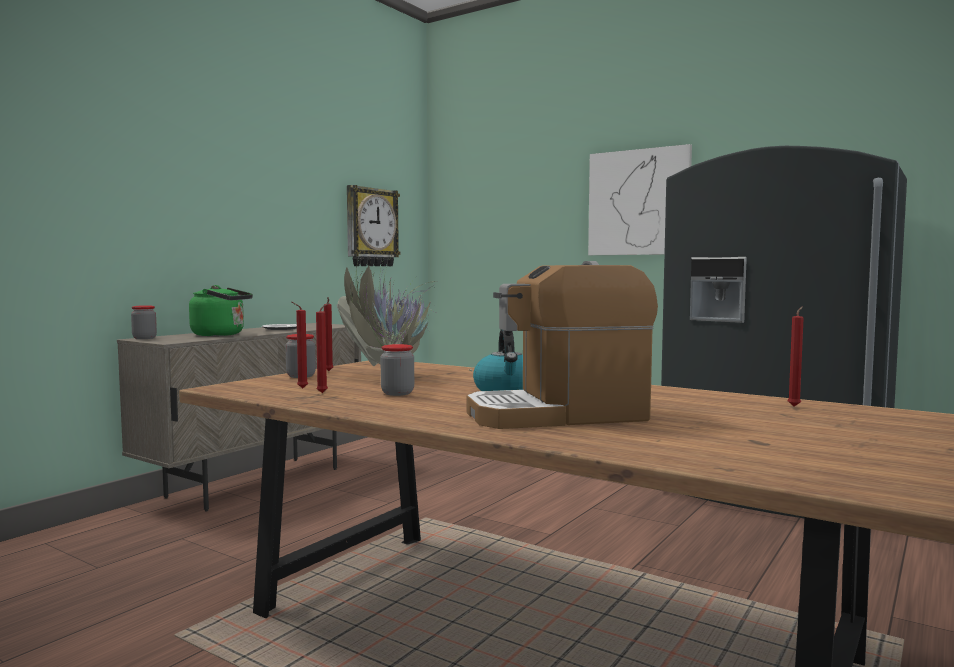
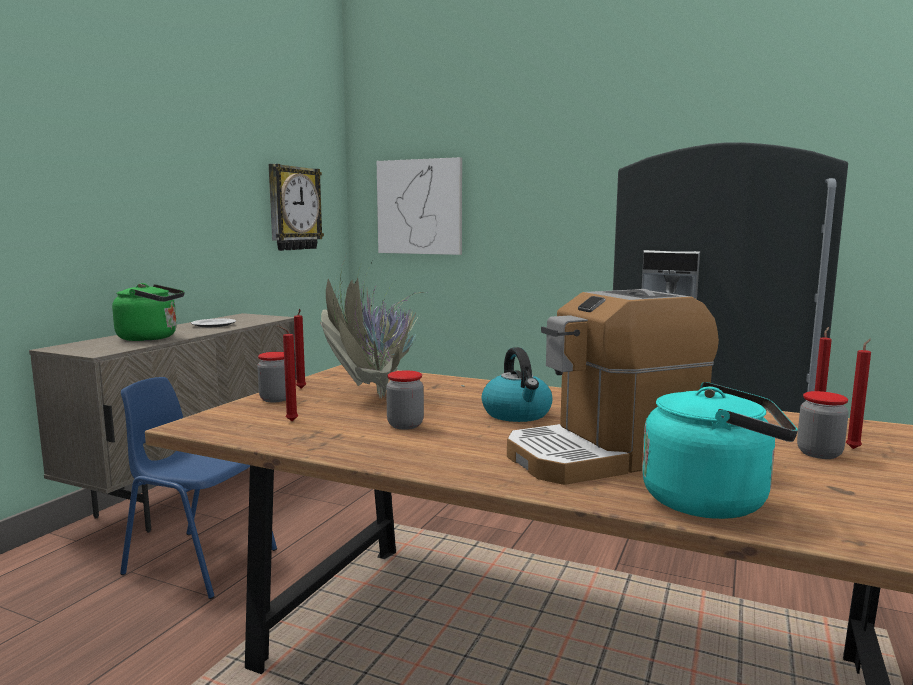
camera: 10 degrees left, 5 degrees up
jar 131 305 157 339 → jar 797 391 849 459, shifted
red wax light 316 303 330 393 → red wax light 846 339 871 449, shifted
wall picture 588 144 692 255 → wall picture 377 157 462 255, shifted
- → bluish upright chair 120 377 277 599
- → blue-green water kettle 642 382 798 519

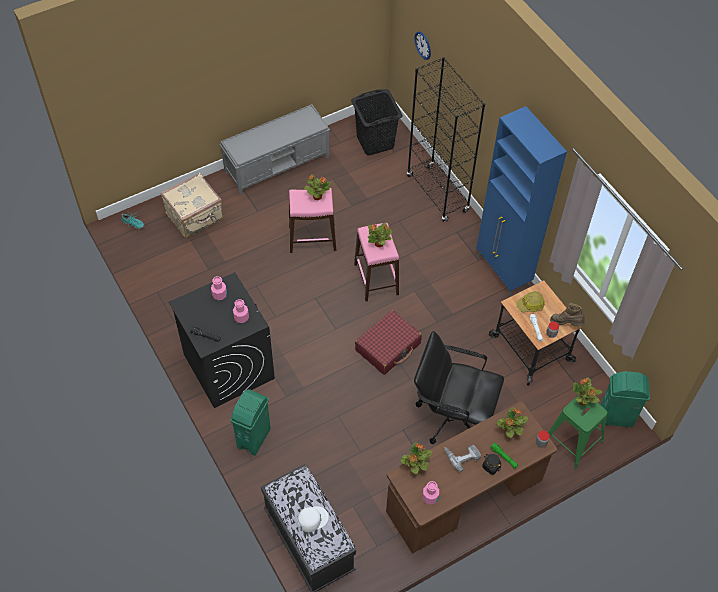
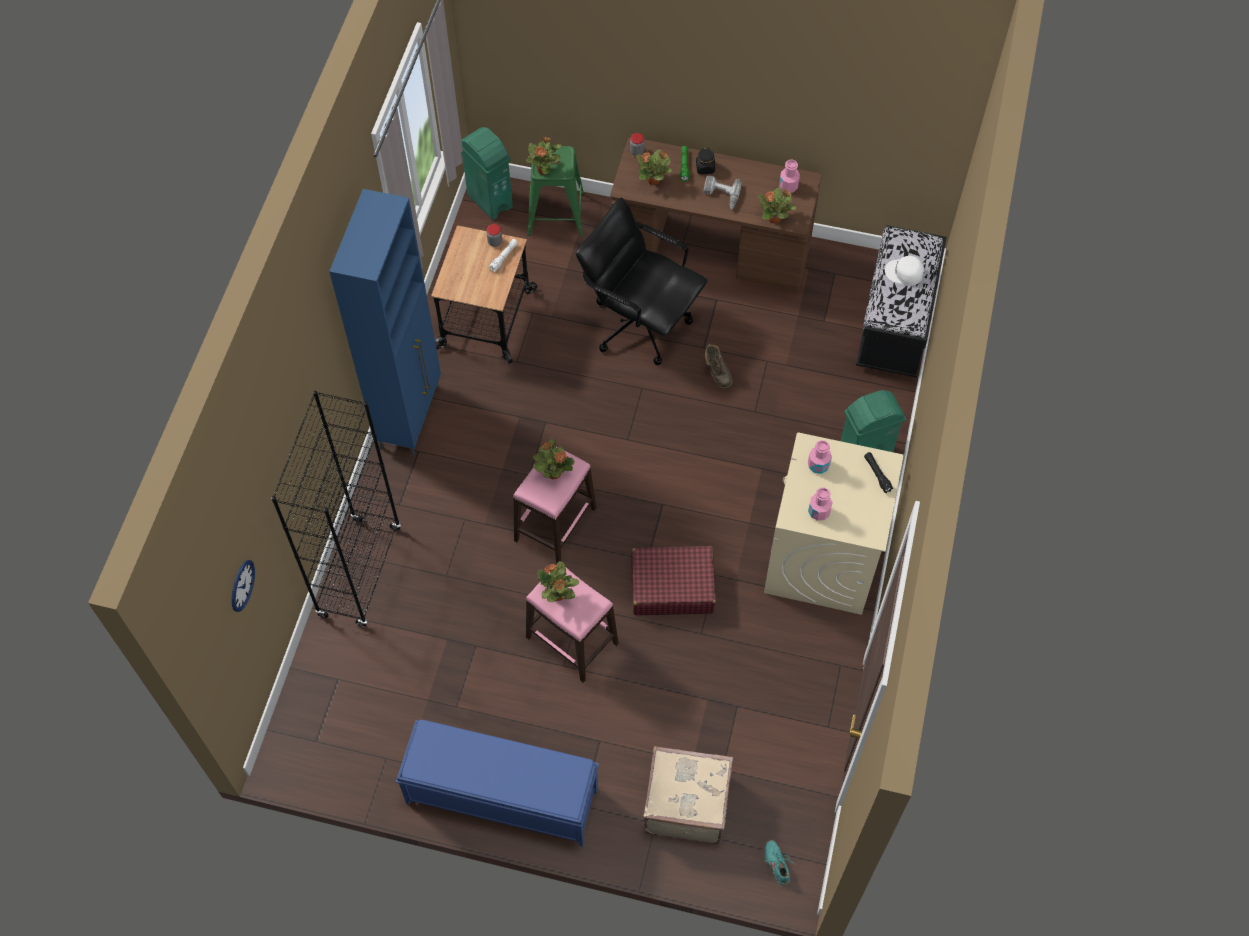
camera: 135 degrees left, 5 degrees up
black laundry appliance 169 272 275 408 → beige-coloured laundry appliance 764 432 904 615
grey bench 220 104 330 195 → bluish bench 396 720 599 847
black hamper 351 89 402 155 → -
red travel case 355 310 422 375 → red travel case 632 546 716 615, shifted
black computer chair 414 331 504 444 → black computer chair 576 198 707 365, 150 degrees clockwise
safety helmet 516 291 545 312 → -
brown-coloured high-top boot 550 303 585 327 → brown-coloured high-top boot 705 344 733 389, shifted

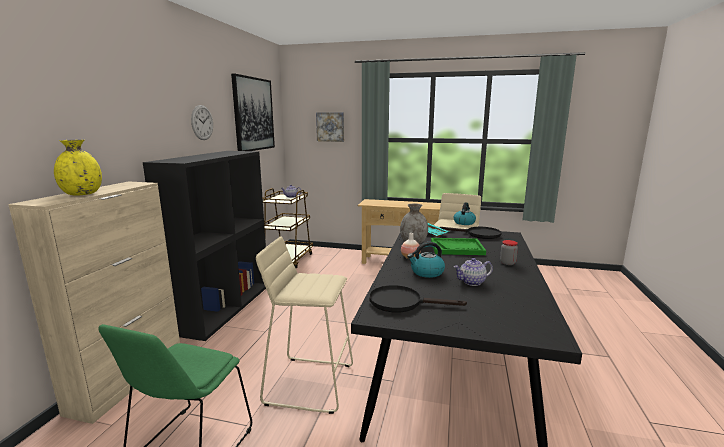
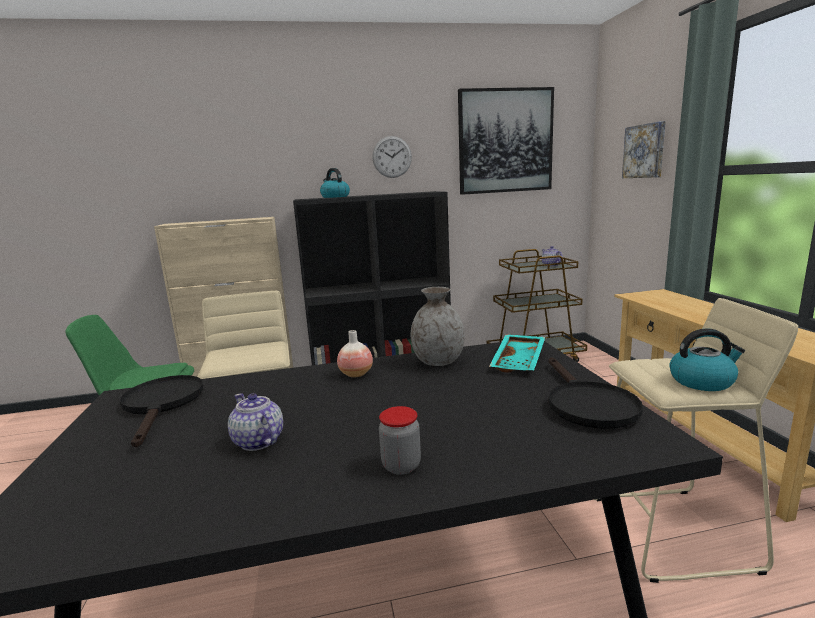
camera: 65 degrees right, 0 degrees up
yellowish flower vase 54 140 102 195 → -
water kettle 407 242 445 278 → water kettle 320 168 350 198, shifted
green-coloured tray 431 238 486 255 → -

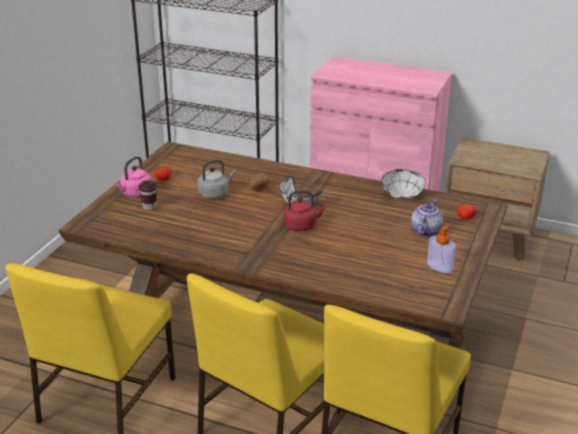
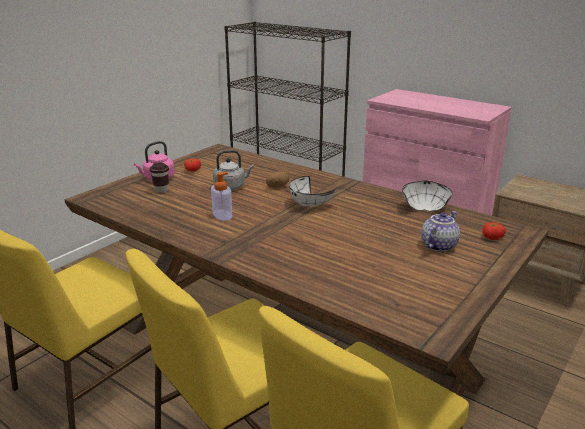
camera: 15 degrees right, 5 degrees down
red water kettle 284 190 327 231 → -
soap dispenser 427 225 456 273 → soap dispenser 211 172 232 221, shifted

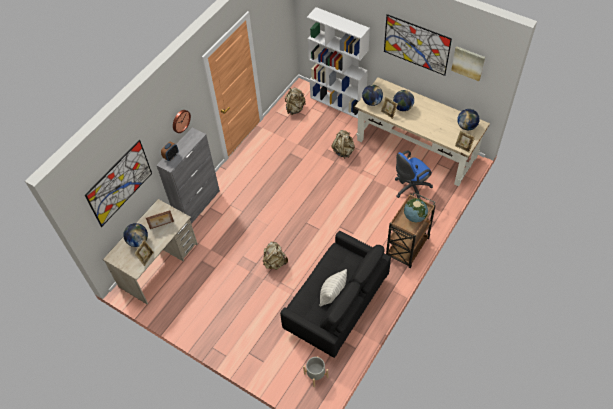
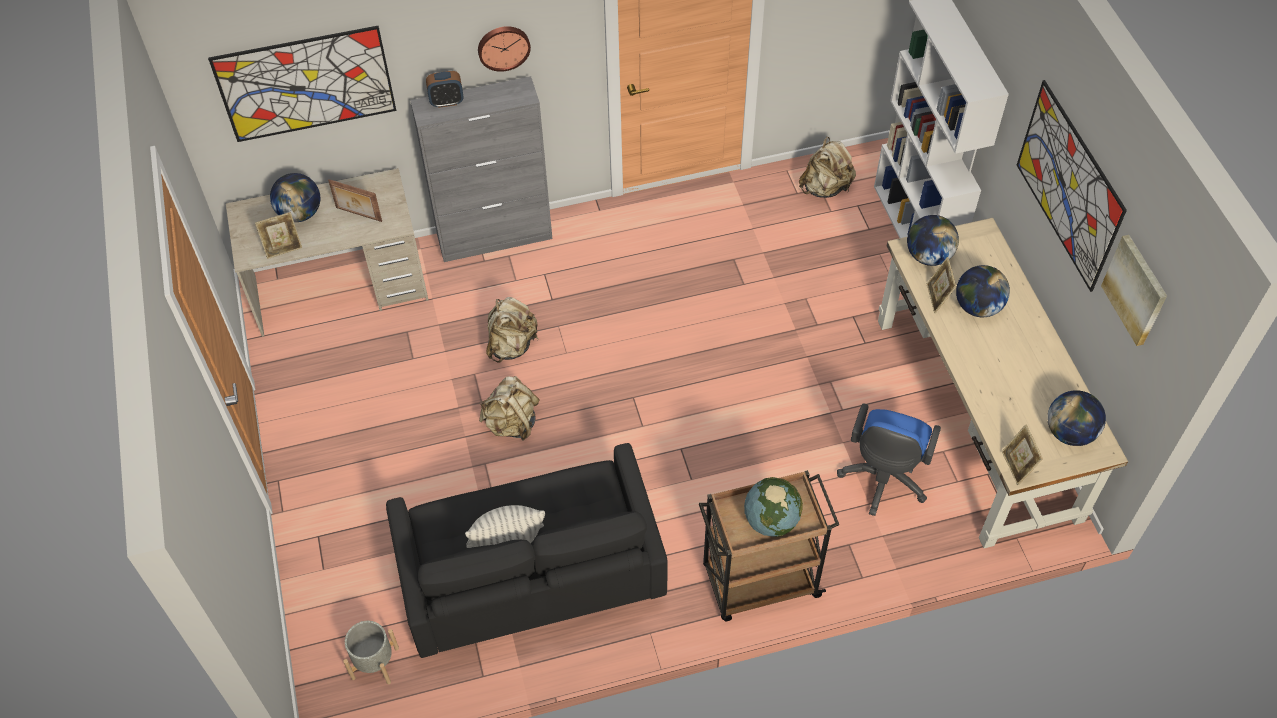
camera: 40 degrees right, 0 degrees up
beige-coloured knapsack 331 130 355 159 → beige-coloured knapsack 486 297 538 363, shifted
bluish computer chair 395 150 433 199 → bluish computer chair 837 403 941 516, 75 degrees counterclockwise

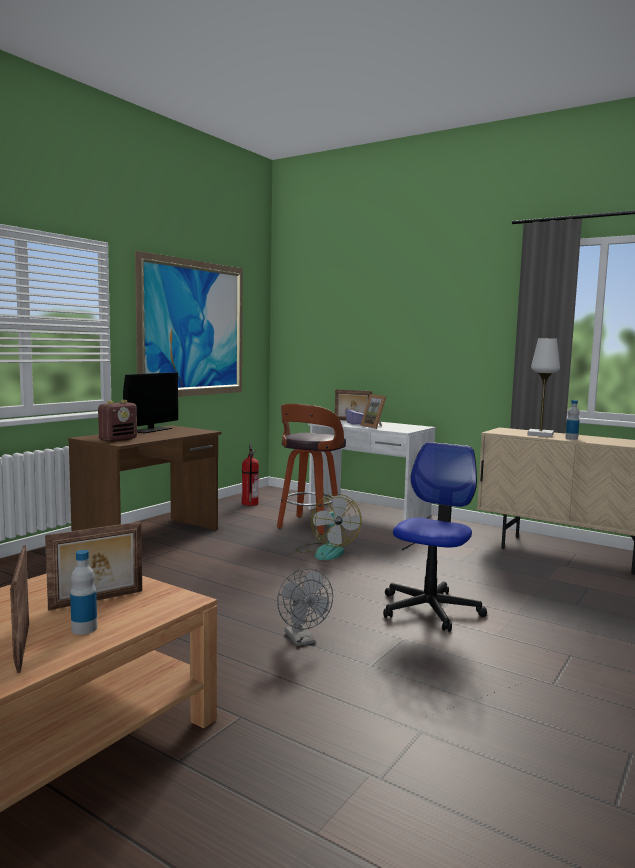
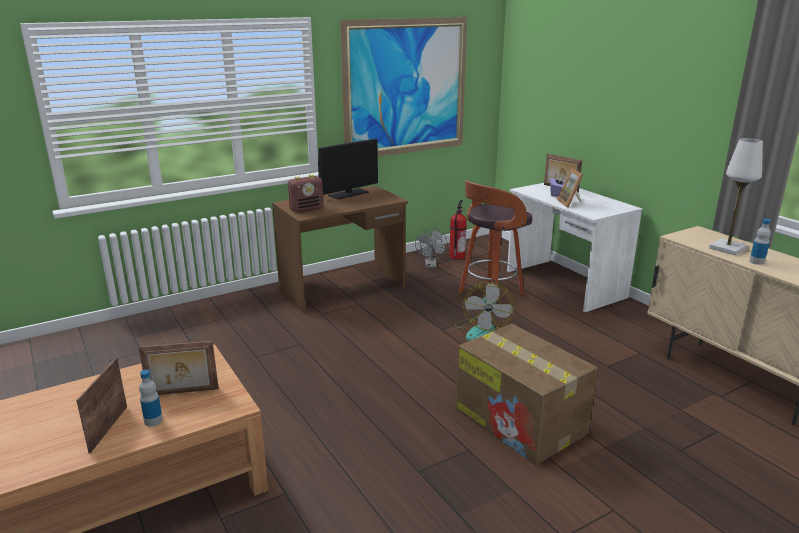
camera: 25 degrees right, 15 degrees up
grey fan 277 568 333 646 → grey fan 415 228 448 268, shifted
computer chair 383 442 487 632 → carton 456 324 598 465

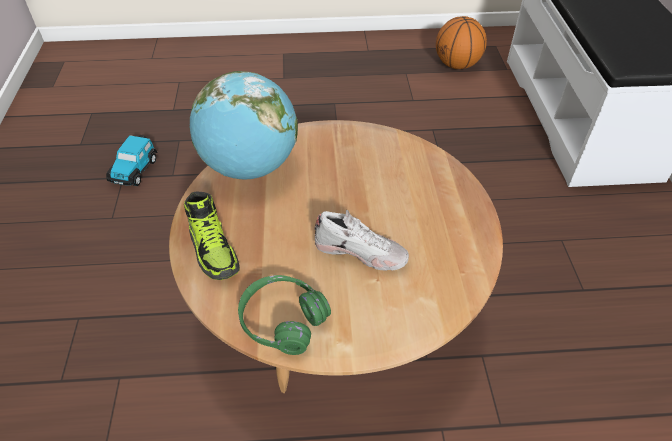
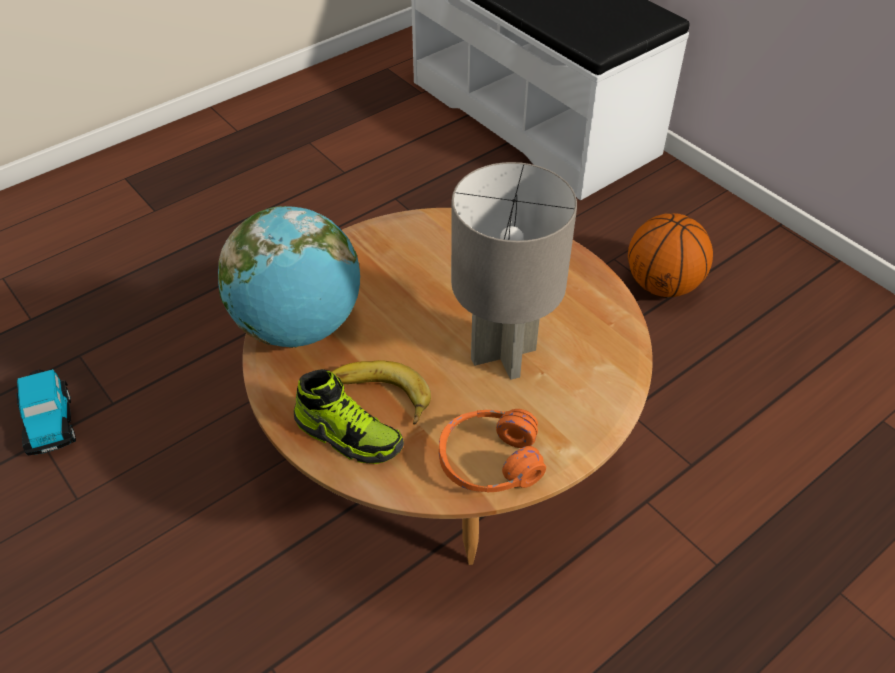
camera: 35 degrees left, 0 degrees up
green-coloured pair of headphones 238 275 331 355 → orange pair of headphones 439 409 546 493
white shoe 314 210 409 271 → grey tabletop lamp 451 162 577 380
basketball ball 436 16 487 69 → basketball ball 628 213 713 297, shifted
- → banana 332 360 431 425

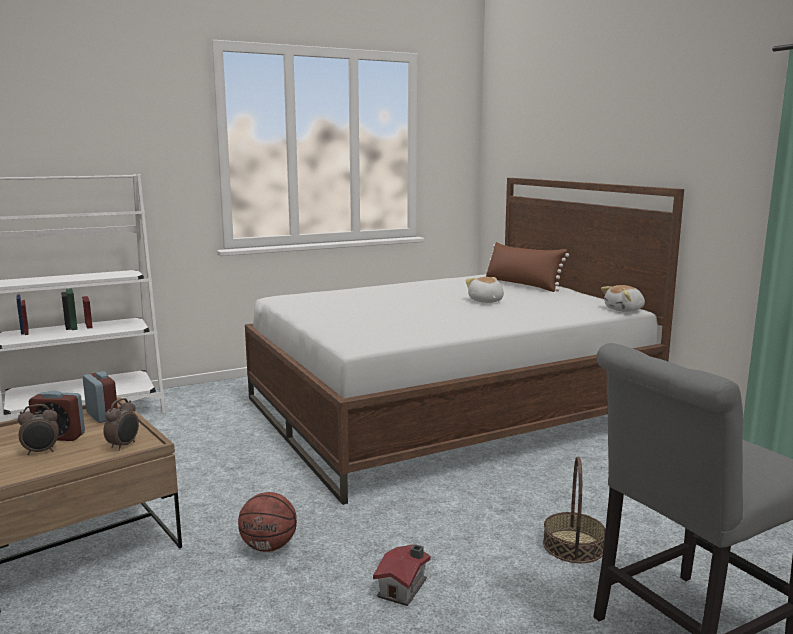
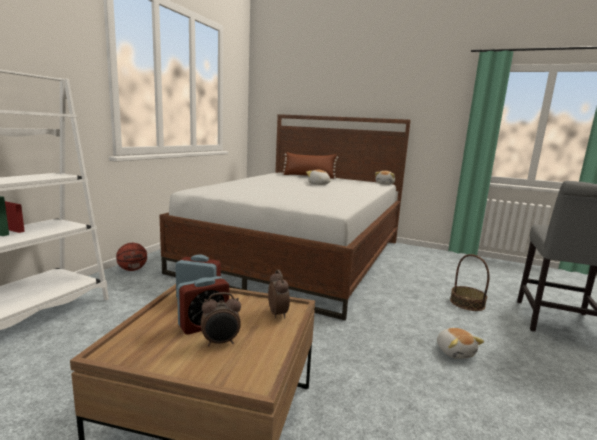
camera: 40 degrees left, 0 degrees up
bedside clock 18 404 59 455 → bedside clock 201 292 241 346, 45 degrees clockwise
basketball ball 238 492 297 552 → basketball ball 116 243 147 271, shifted
toy house 373 544 431 606 → plush toy 437 328 484 359

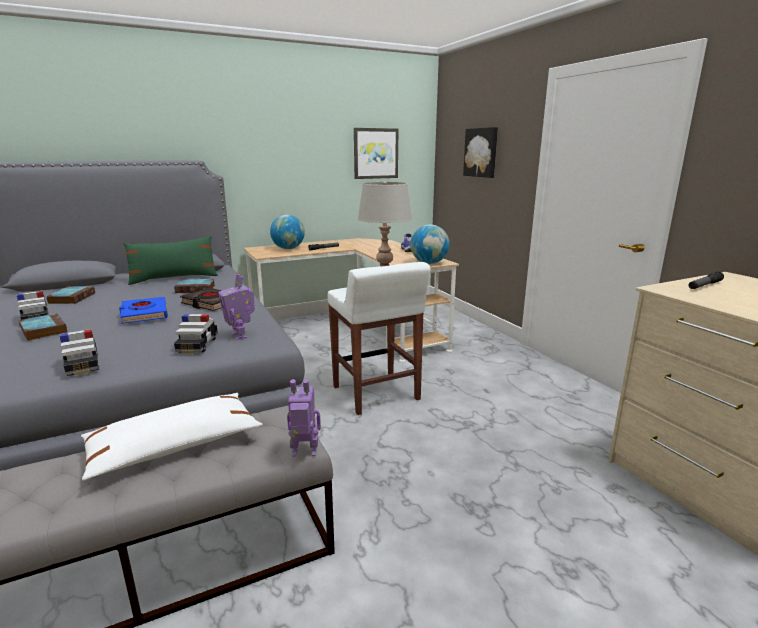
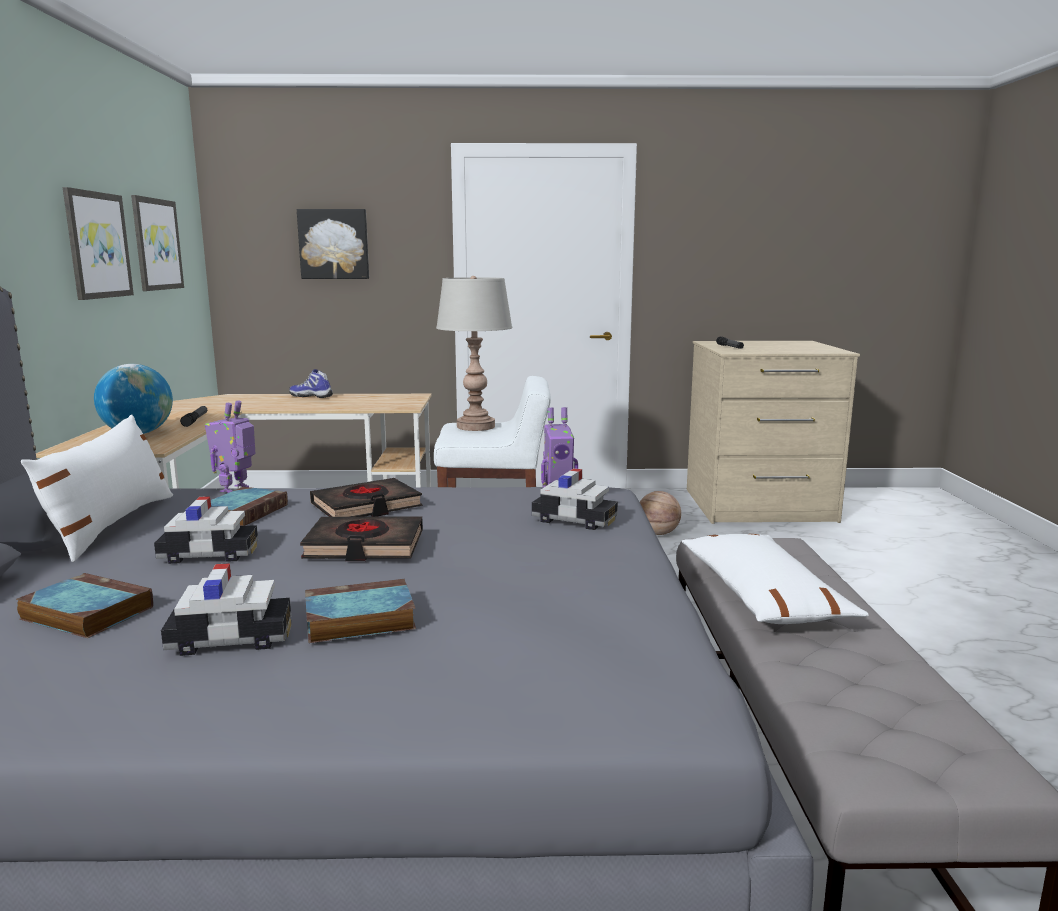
camera: 65 degrees left, 5 degrees down
model car 60 329 100 376 → model car 154 496 258 564, shifted
bluish book 119 297 168 324 → black book 300 517 423 561
green-coloured cushion 123 236 218 285 → white cushion 21 414 173 562
toy robot 287 379 321 456 → toy robot 205 400 256 493, shifted
globe 411 224 450 264 → -
- → wall picture 63 187 134 300
- → basketball ball 640 491 681 535

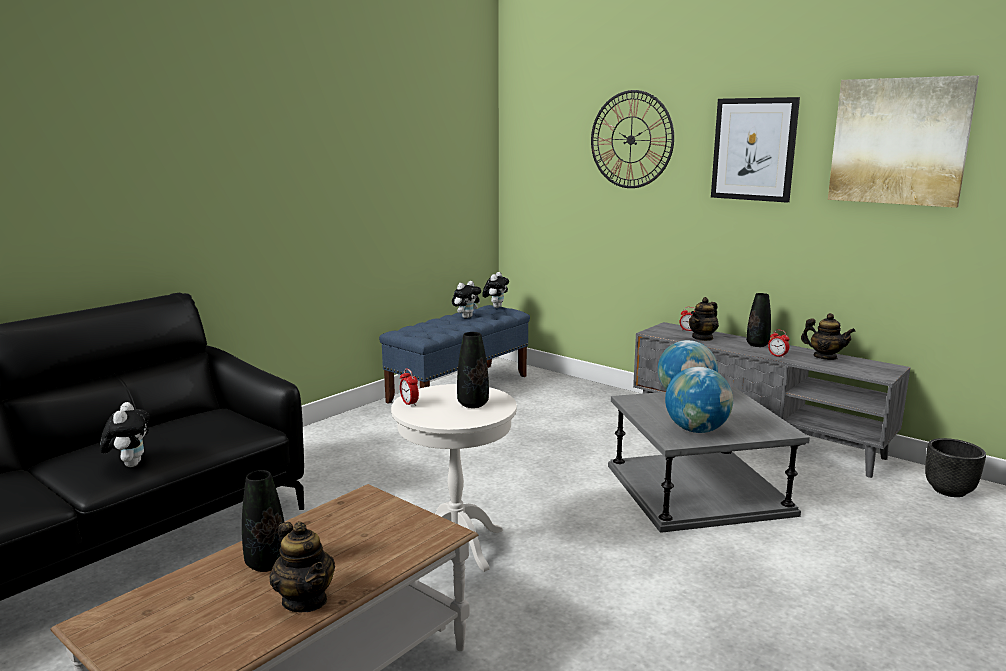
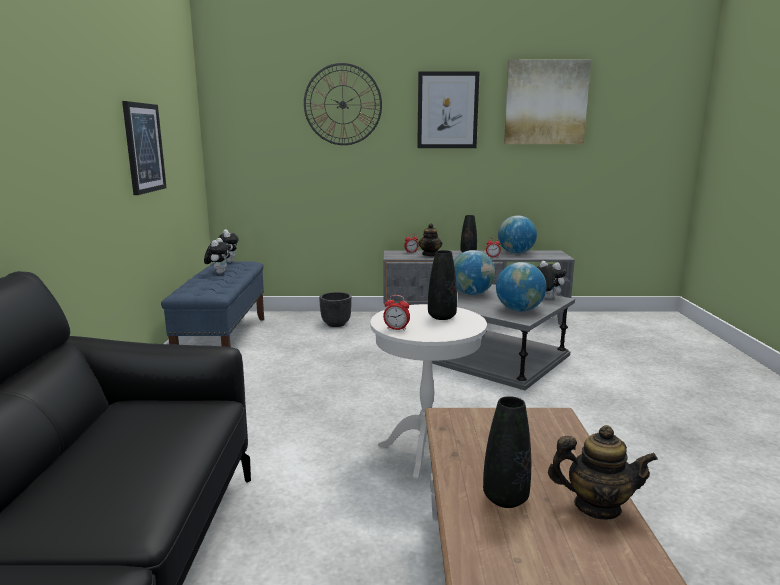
camera: 40 degrees left, 0 degrees up
plush toy 100 402 150 467 → plush toy 537 261 566 299, shifted
teapot 801 313 855 360 → globe 498 215 537 254
black planter 925 438 986 497 → black planter 319 292 352 327, shifted
- → wall picture 122 101 167 195

